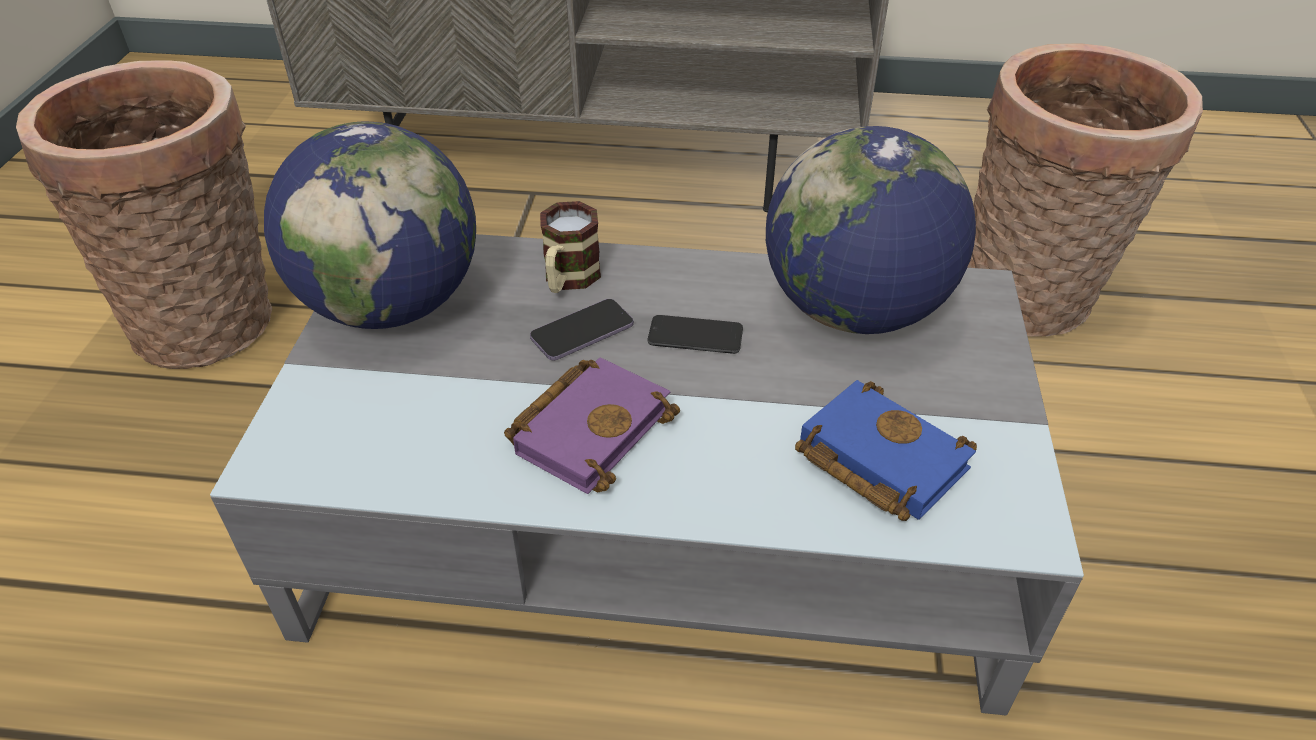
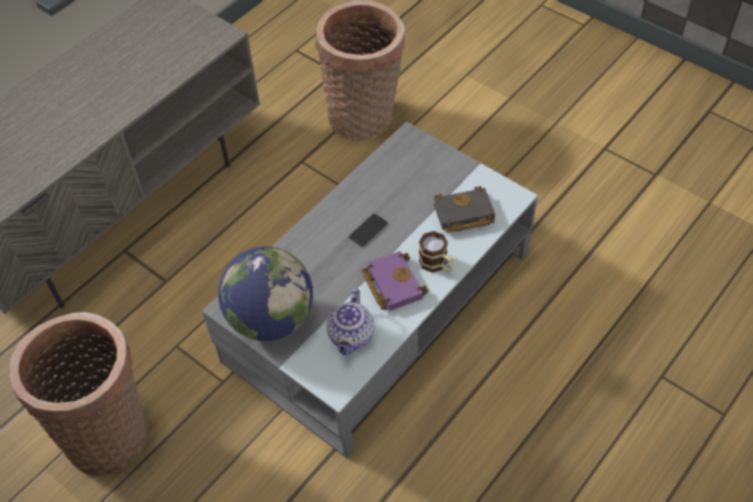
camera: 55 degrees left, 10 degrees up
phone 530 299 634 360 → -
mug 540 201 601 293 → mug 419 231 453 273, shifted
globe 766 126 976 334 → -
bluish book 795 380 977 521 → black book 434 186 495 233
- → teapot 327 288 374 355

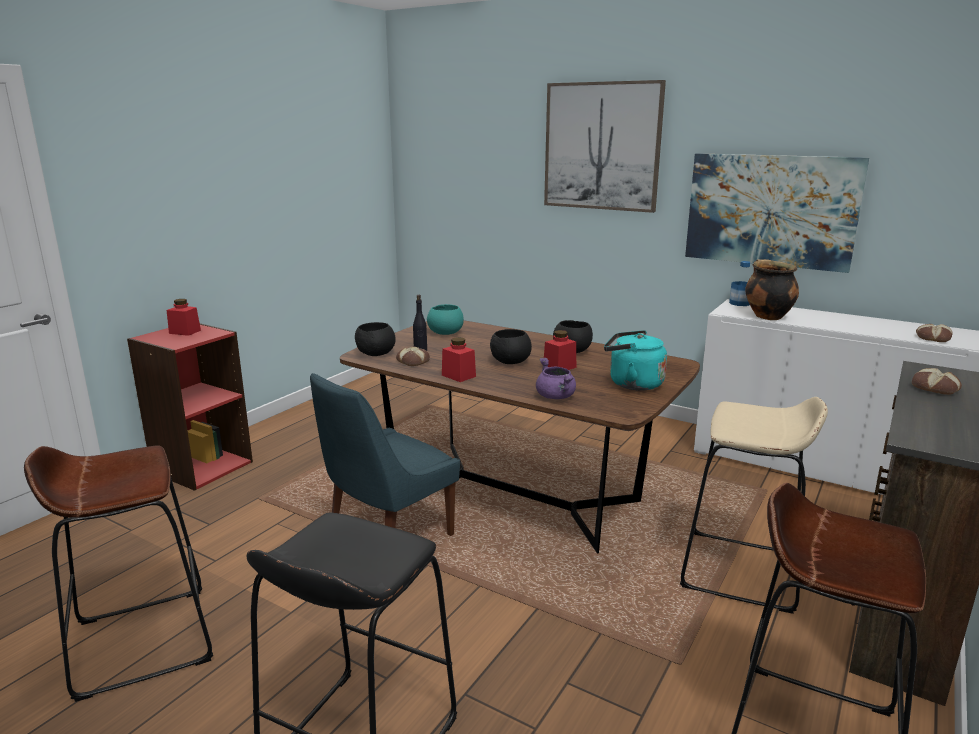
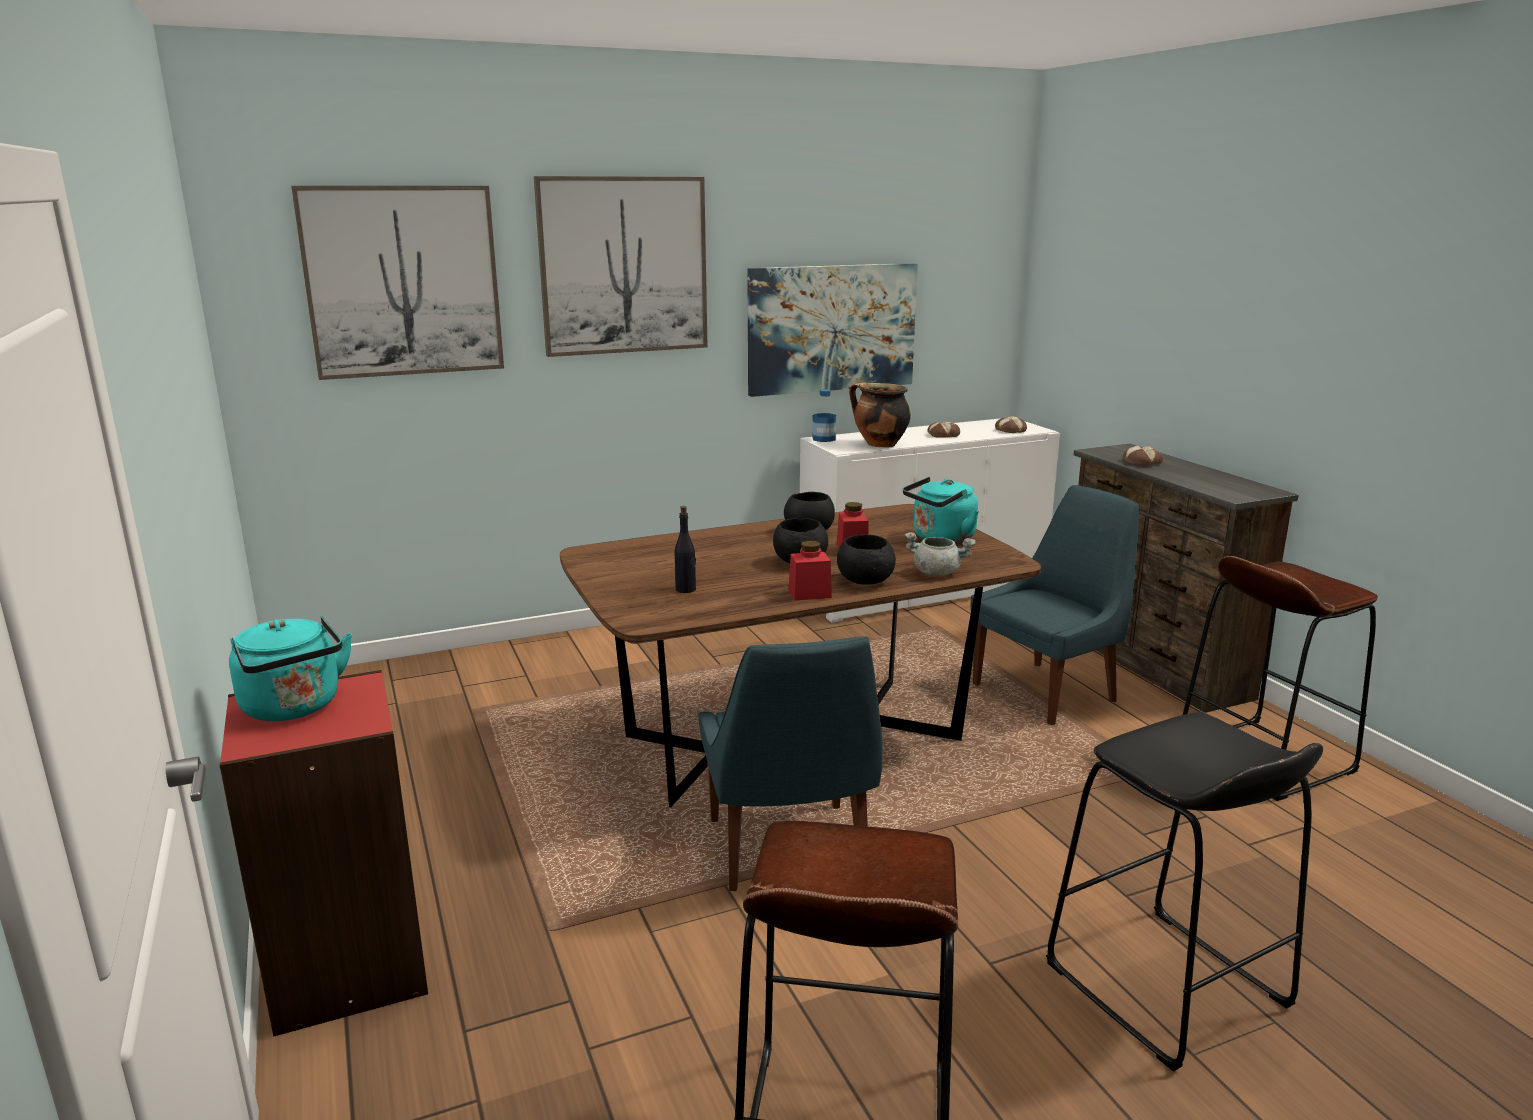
camera: 55 degrees left, 0 degrees up
red jar 167 299 201 336 → blue-green water kettle 229 616 352 721
black bowl 355 322 396 356 → black bowl 837 534 896 585, shifted
baked bread 396 347 430 366 → baked bread 927 421 960 438, shifted
blue-green bowl 427 304 464 335 → -
purplish stockpot 536 358 576 399 → grey stockpot 904 532 976 576
beige-coloured stool seat 680 397 828 614 → bluish upright chair 971 485 1139 726
- → wall picture 291 186 504 380

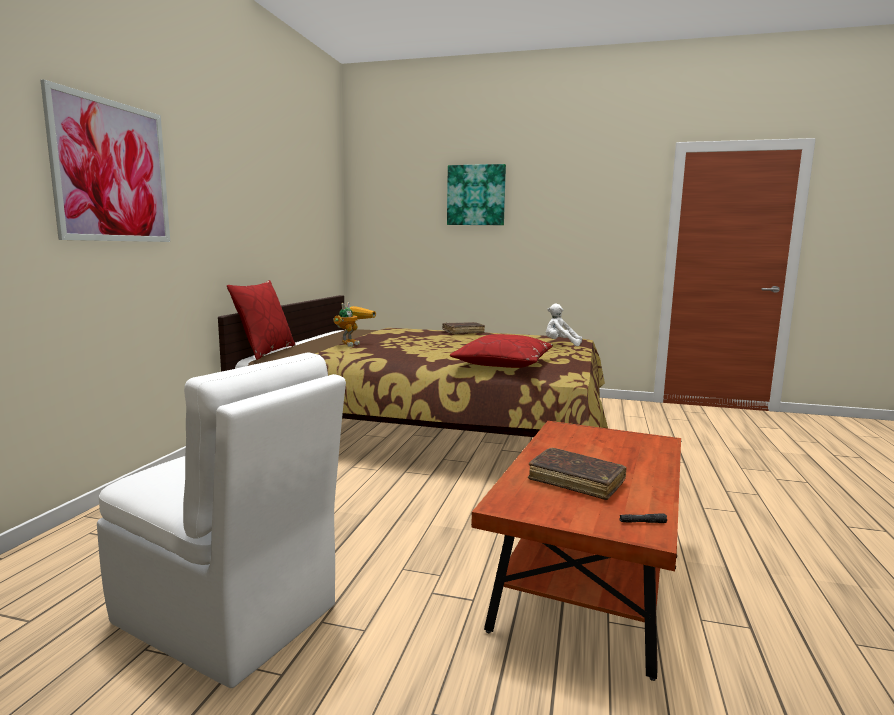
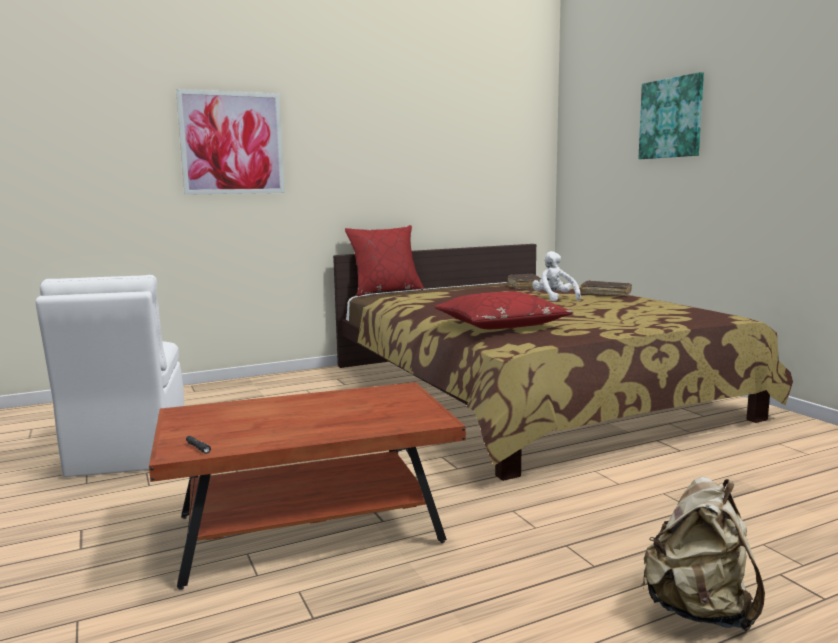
camera: 50 degrees right, 0 degrees up
toy robot 333 302 376 347 → -
brown-coloured book 528 448 627 500 → brown-coloured book 508 274 541 290, shifted
white plush toy 546 303 582 346 → white plush toy 532 251 581 302, shifted
- → beige-coloured knapsack 642 477 765 631

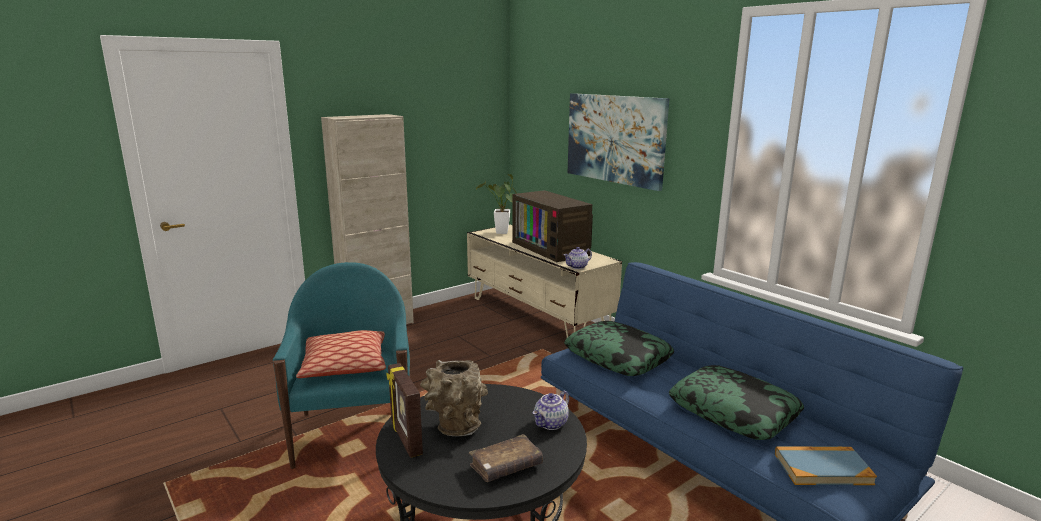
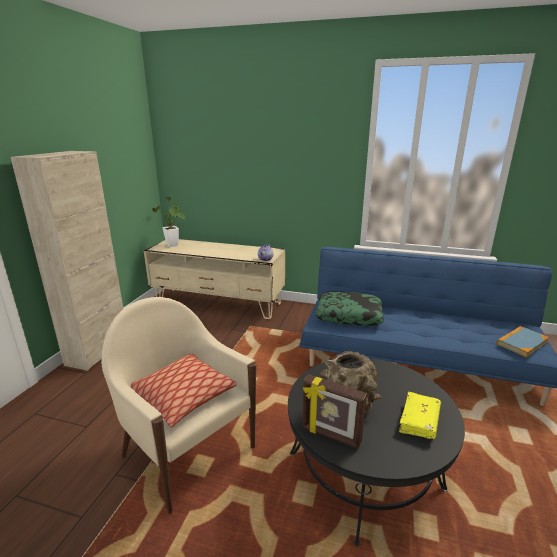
camera: 35 degrees left, 5 degrees up
blue-green easy chair 273 262 410 469 → beige-coloured easy chair 101 297 256 514
brown-coloured book 469 434 543 482 → yellowish book 399 392 441 439
television 512 190 593 262 → -
teapot 533 390 569 430 → -
wall picture 568 93 669 191 → -
cushion 669 365 804 440 → -

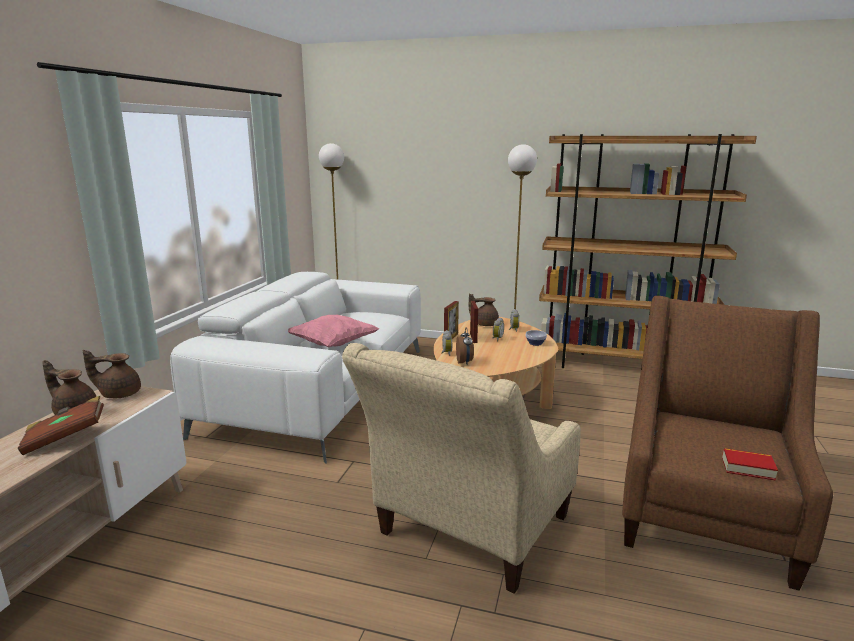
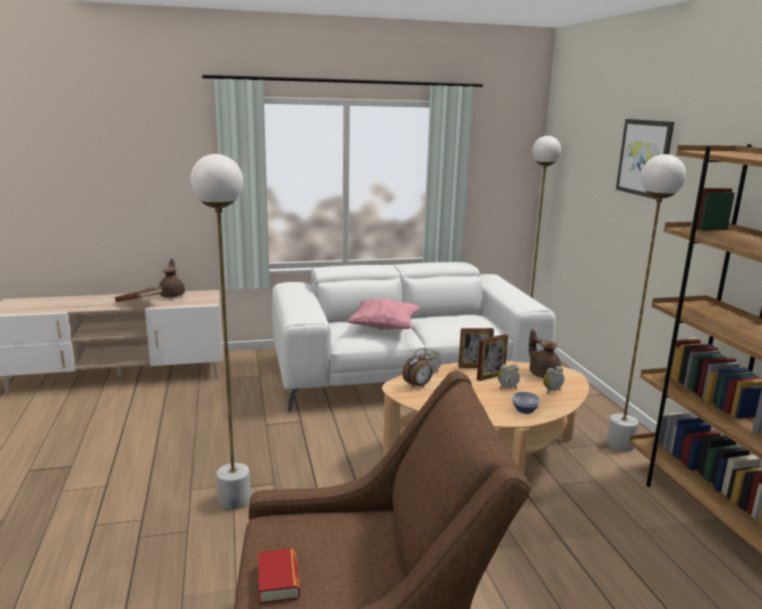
camera: 60 degrees right, 0 degrees up
brown-coloured teapot 83 350 141 398 → -
beige-coloured easy chair 342 343 581 594 → white floor lamp 190 154 251 510
- → wall picture 616 119 674 199

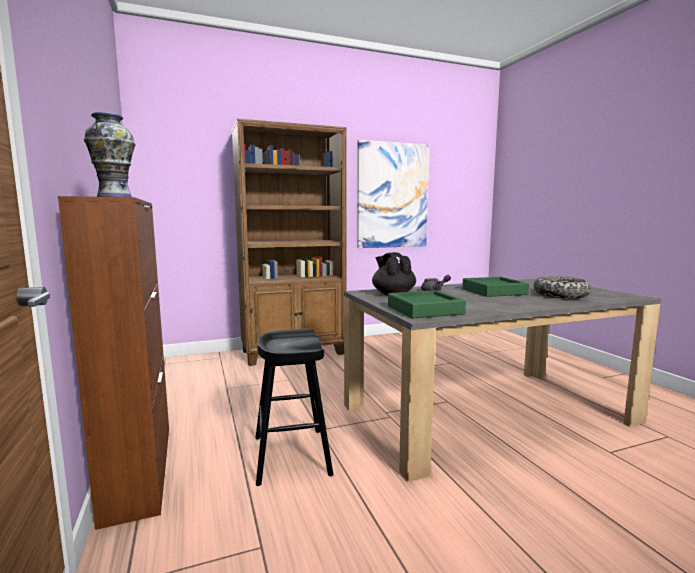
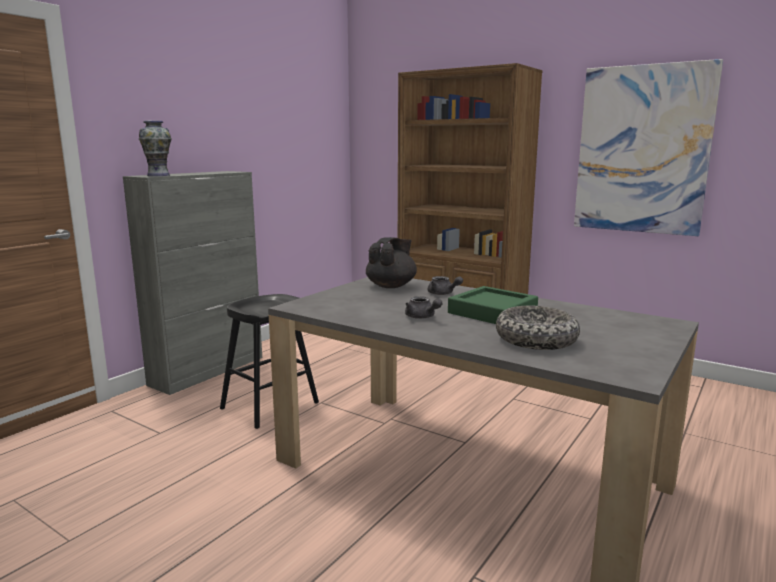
camera: 55 degrees right, 5 degrees up
brown-coloured storage cabinet 58 196 169 530 → grey storage cabinet 123 171 262 395
green-coloured tray 388 290 466 319 → -
- → grey teapot 405 296 442 319

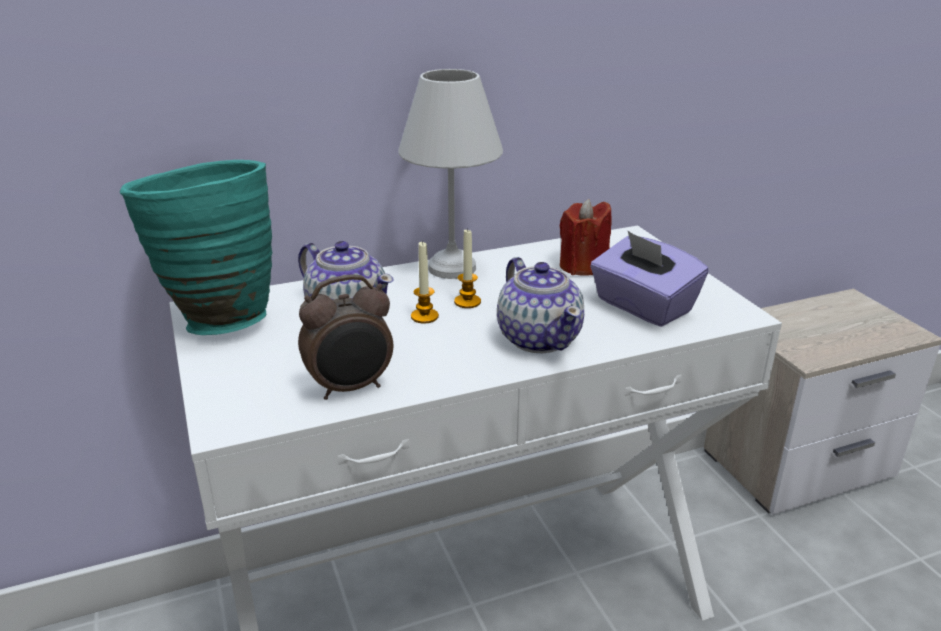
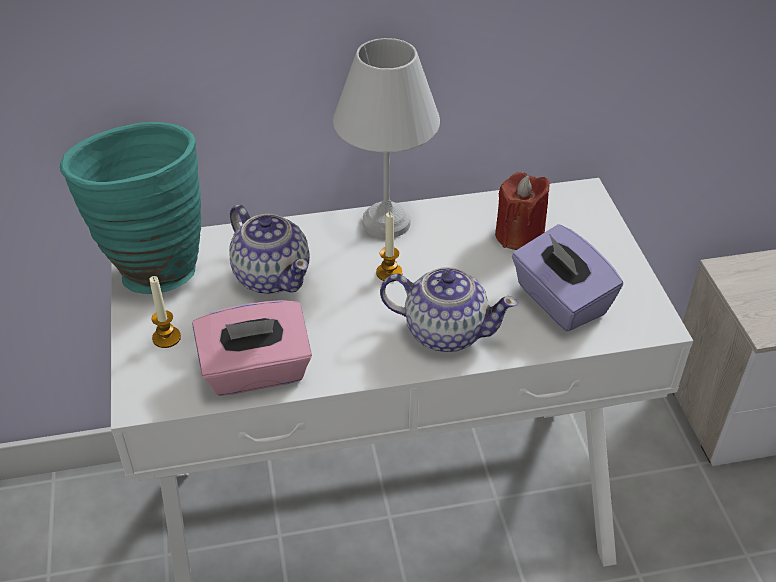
camera: 10 degrees right, 15 degrees up
bedside clock 298 274 393 400 → pink box of tissues 193 300 312 396
wax light 411 241 439 323 → wax light 149 276 181 348, shifted
teapot 497 257 584 353 → teapot 380 267 518 352, 60 degrees counterclockwise

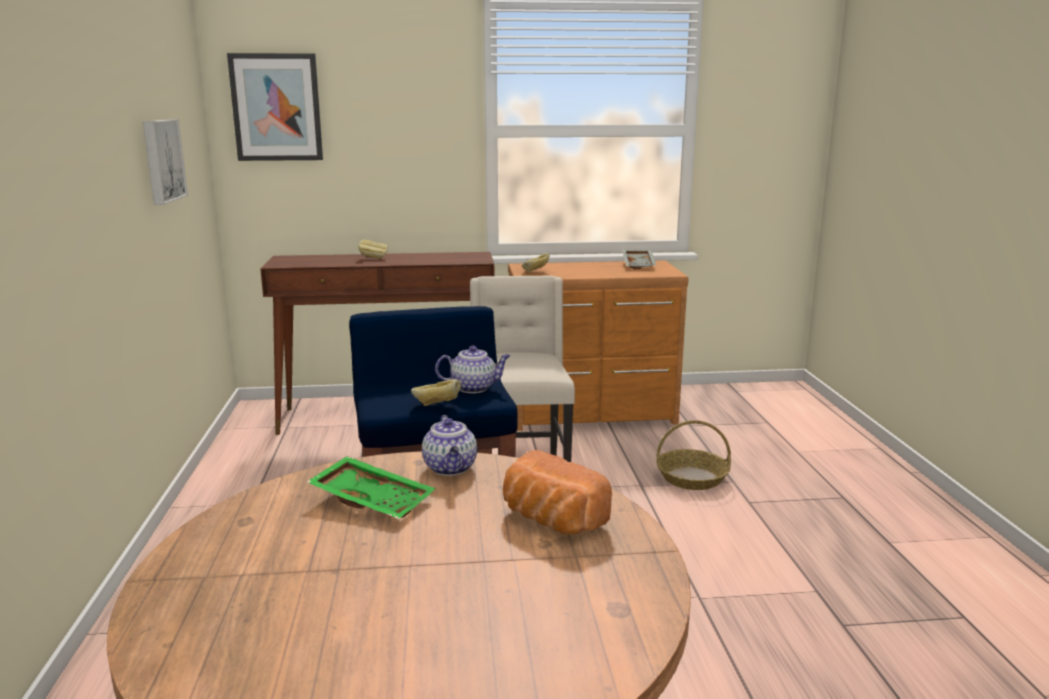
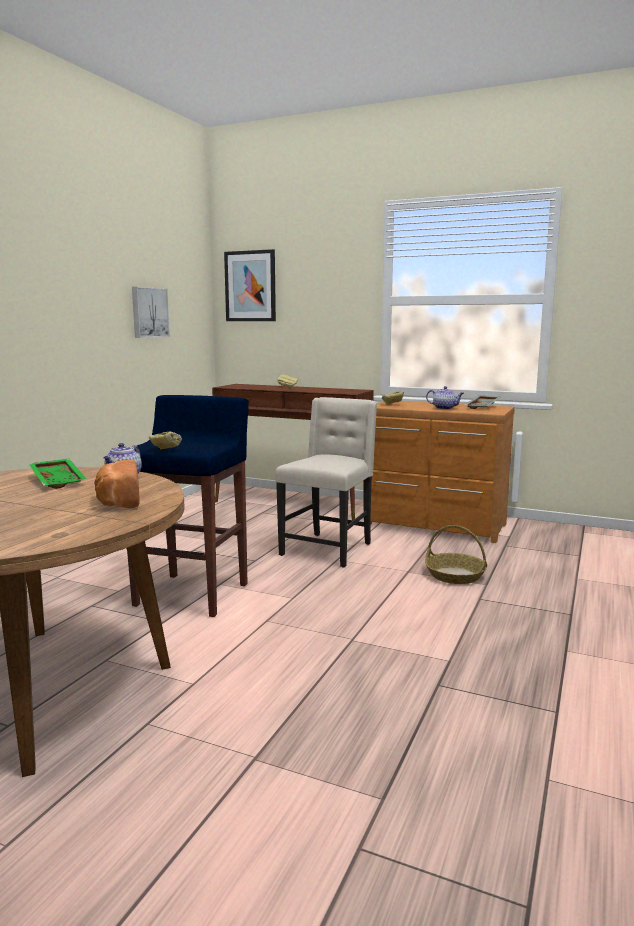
camera: 30 degrees right, 5 degrees down
teapot 435 346 510 393 → teapot 426 386 464 410, shifted

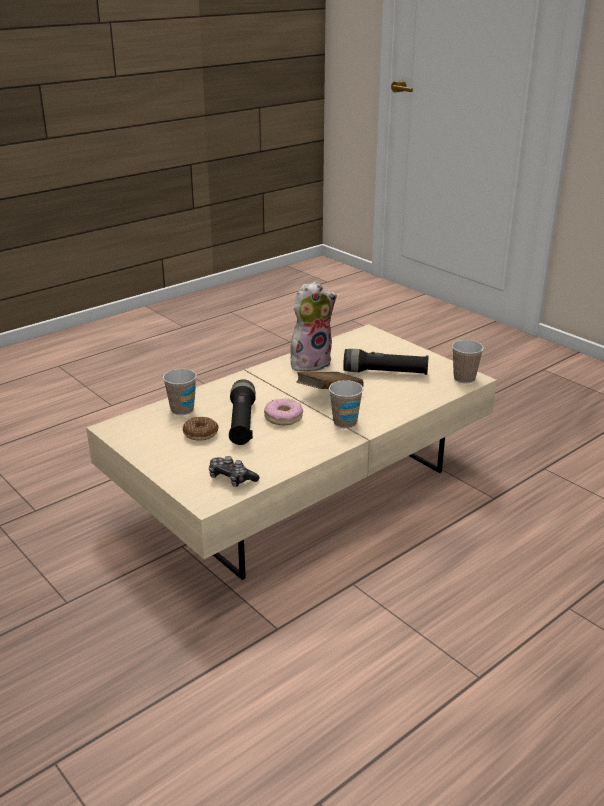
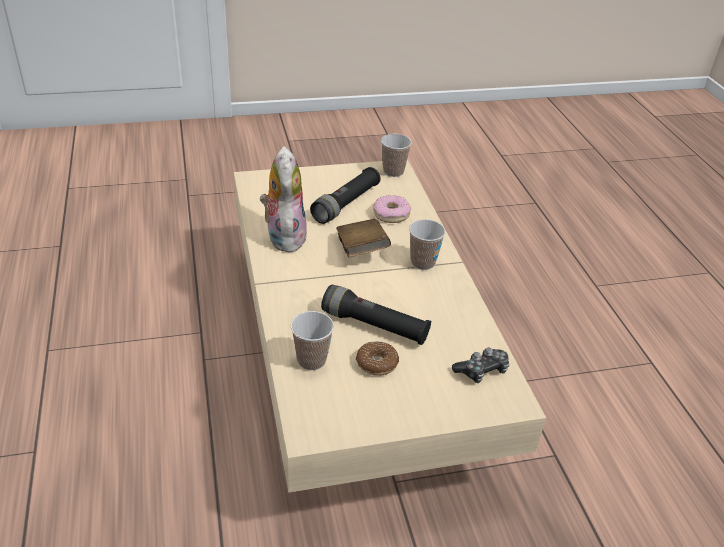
camera: 65 degrees left, 10 degrees up
doughnut 264 399 303 425 → doughnut 373 195 411 223, shifted

